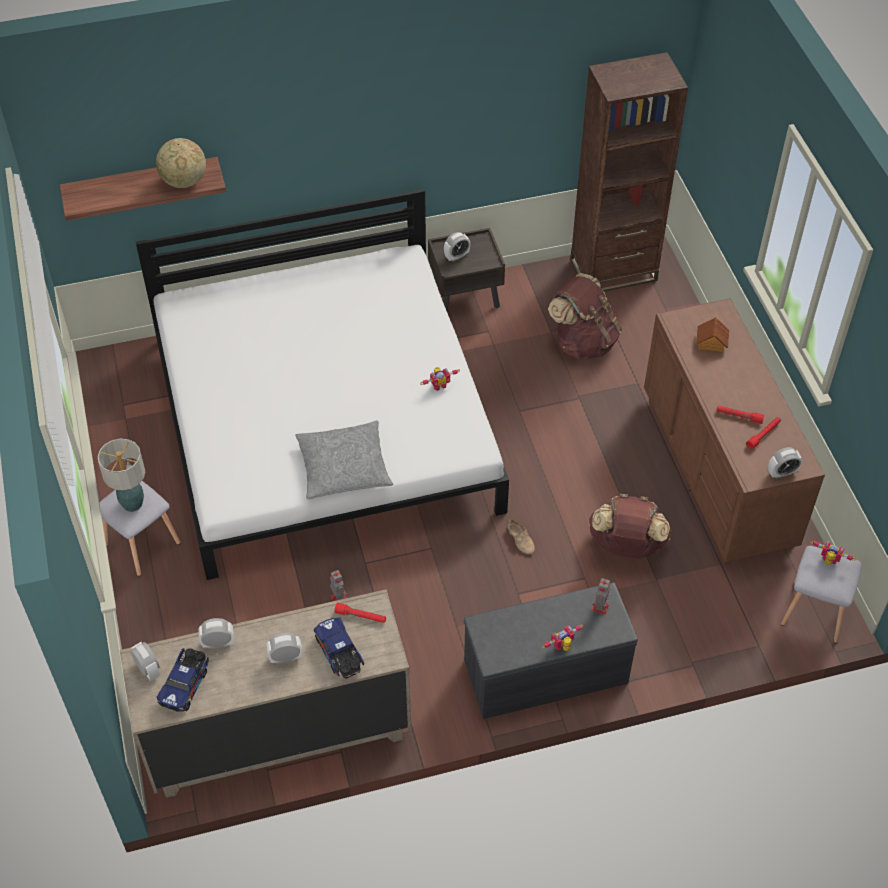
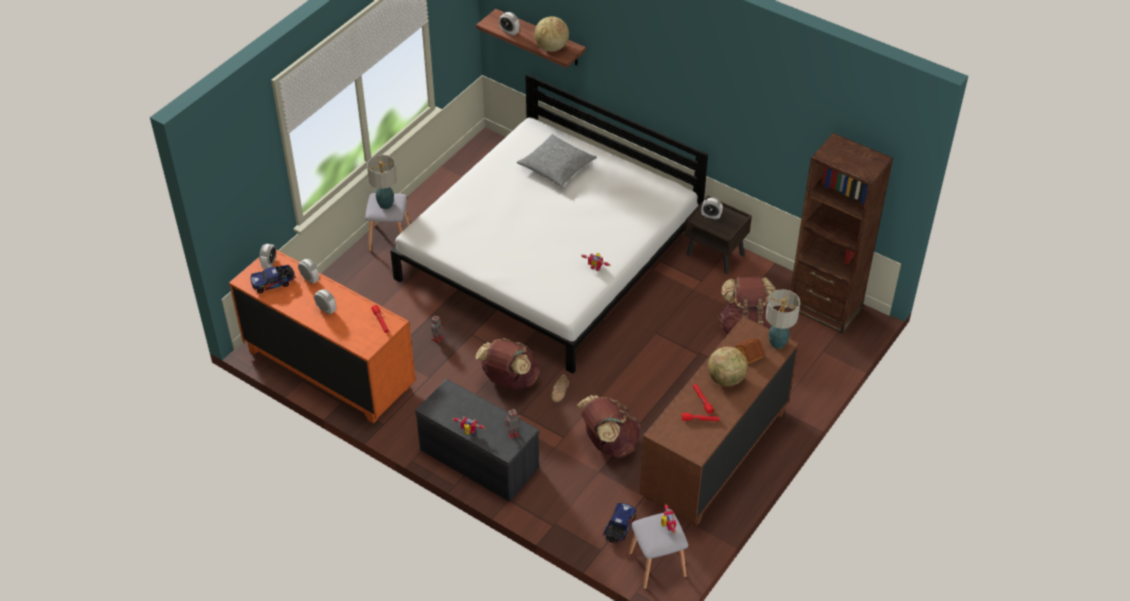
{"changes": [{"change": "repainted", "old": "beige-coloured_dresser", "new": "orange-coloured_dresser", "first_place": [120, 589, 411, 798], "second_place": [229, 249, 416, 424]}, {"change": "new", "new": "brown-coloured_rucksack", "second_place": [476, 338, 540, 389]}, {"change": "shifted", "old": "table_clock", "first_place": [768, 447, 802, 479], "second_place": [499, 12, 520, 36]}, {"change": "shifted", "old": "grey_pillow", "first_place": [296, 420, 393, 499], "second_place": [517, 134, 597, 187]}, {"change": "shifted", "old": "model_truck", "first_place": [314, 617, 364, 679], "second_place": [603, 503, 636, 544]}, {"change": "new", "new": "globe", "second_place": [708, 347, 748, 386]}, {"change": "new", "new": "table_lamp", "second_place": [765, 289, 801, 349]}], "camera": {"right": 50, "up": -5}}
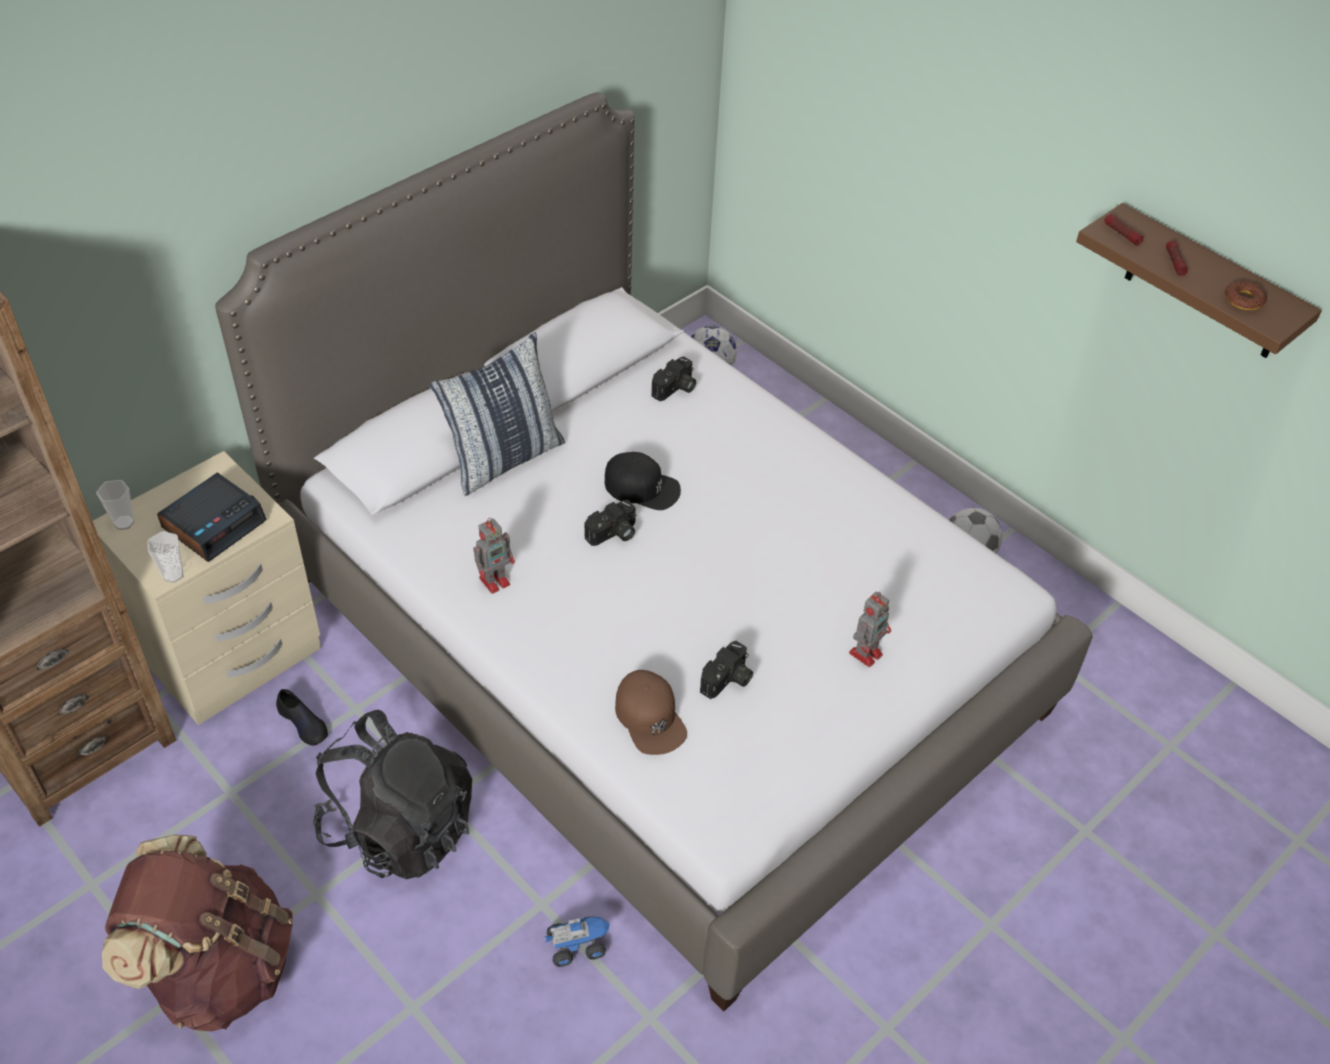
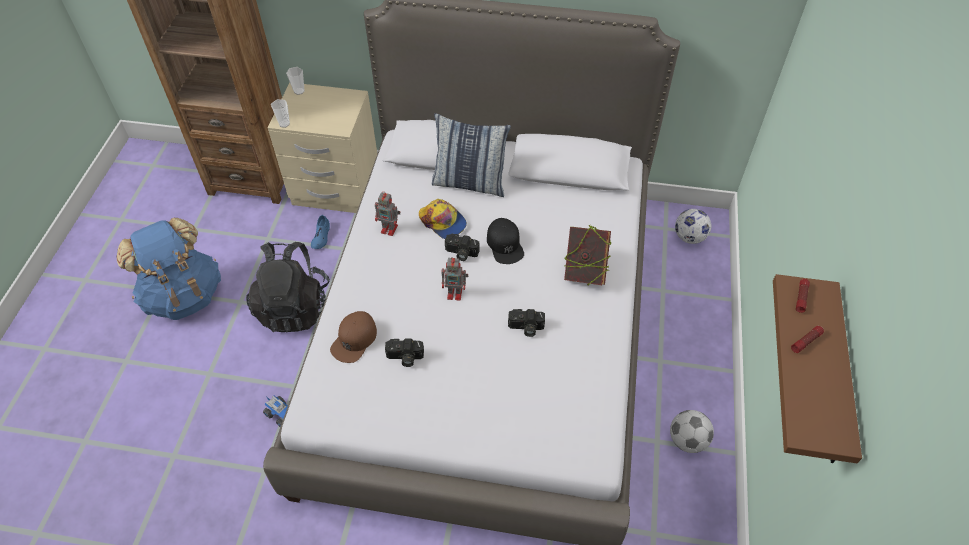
{"changes": [{"change": "repainted", "old": "brown-coloured_rucksack", "new": "blue-coloured_rucksack", "first_place": [102, 834, 293, 1032], "second_place": [117, 218, 221, 320]}, {"change": "repainted", "old": "black_shoe", "new": "blue-coloured_shoe", "first_place": [276, 689, 328, 746], "second_place": [311, 215, 330, 249]}, {"change": "new", "new": "cap", "second_place": [419, 199, 467, 239]}, {"change": "shifted", "old": "toy_robot", "first_place": [849, 592, 891, 667], "second_place": [442, 257, 468, 301]}, {"change": "shifted", "old": "still_camera", "first_place": [651, 356, 696, 401], "second_place": [508, 309, 545, 337]}, {"change": "new", "new": "bound_book", "second_place": [564, 225, 611, 285]}, {"change": "gone", "old": "table_clock", "first_place": [157, 473, 267, 562]}, {"change": "gone", "old": "doughnut", "first_place": [1225, 280, 1267, 310]}], "camera": {"right": 55, "up": 5}}
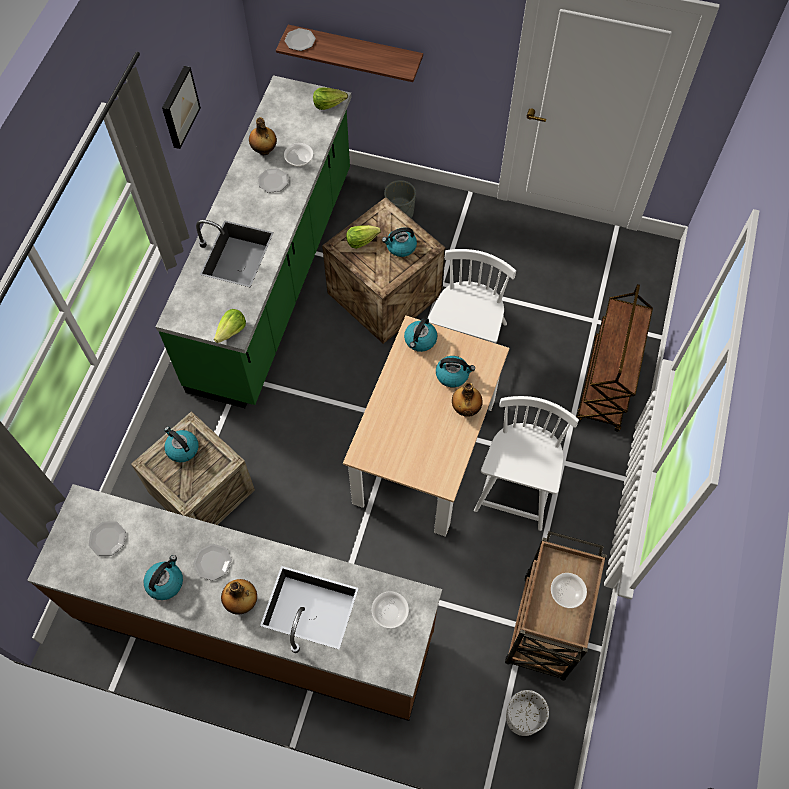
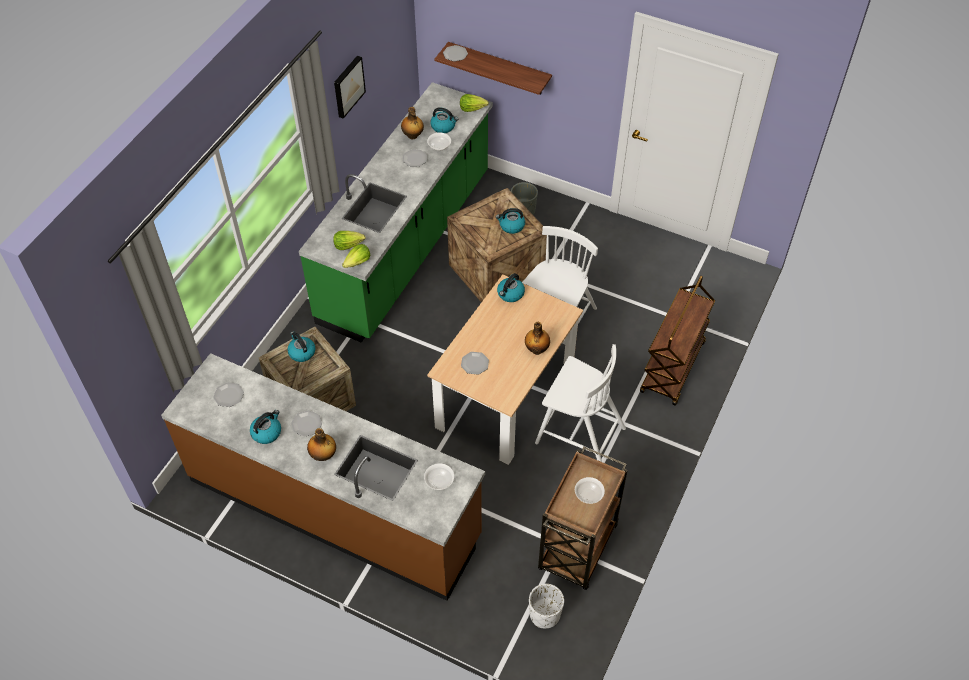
{"changes": [{"change": "shifted", "old": "lettuce", "first_place": [346, 225, 381, 249], "second_place": [333, 231, 366, 250]}, {"change": "shifted", "old": "water_kettle", "first_place": [436, 356, 475, 387], "second_place": [430, 107, 458, 133]}, {"change": "new", "new": "plate", "second_place": [461, 352, 489, 375]}, {"change": "rotated", "old": "white_chair", "first_place": [474, 396, 579, 531], "second_place": [535, 344, 626, 462], "degrees": 90}], "camera": {"right": 10, "up": -10}}
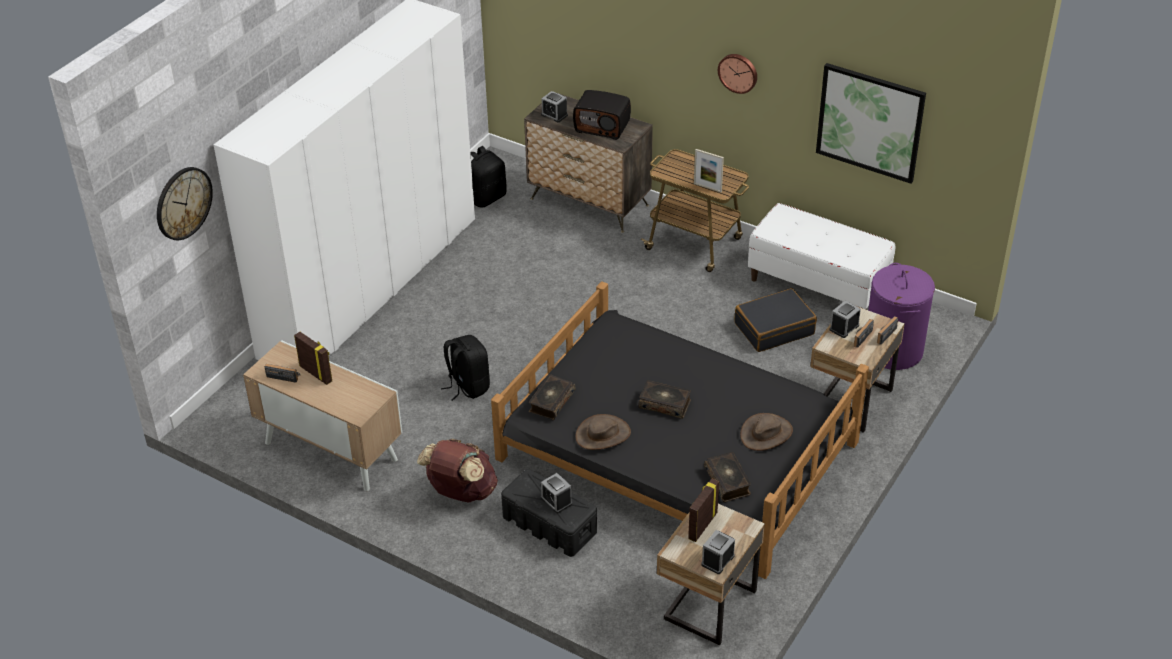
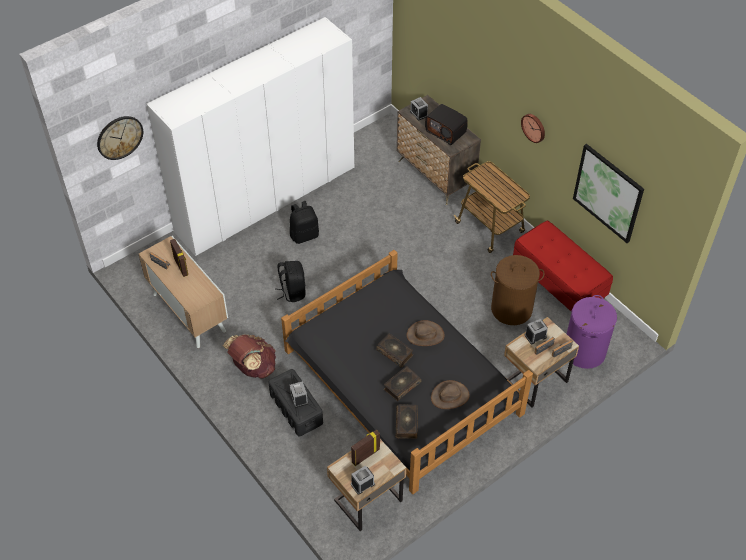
{"changes": [{"change": "shifted", "old": "black_rucksack", "first_place": [470, 146, 507, 208], "second_place": [290, 201, 319, 244]}, {"change": "shifted", "old": "bound_book", "first_place": [529, 374, 576, 420], "second_place": [384, 366, 422, 401]}, {"change": "shifted", "old": "brown-coloured_wearable_hat", "first_place": [575, 414, 631, 450], "second_place": [407, 320, 445, 346]}, {"change": "swapped", "old": "black_travel_case", "new": "brown-coloured_washing_basket", "first_place": [734, 288, 817, 352], "second_place": [491, 255, 544, 325]}, {"change": "repainted", "old": "white_long_seat", "new": "red_long_seat", "first_place": [748, 203, 895, 310], "second_place": [513, 220, 613, 312]}, {"change": "gone", "old": "standing_frame", "first_place": [694, 149, 724, 192]}], "camera": {"right": 20, "up": 10}}
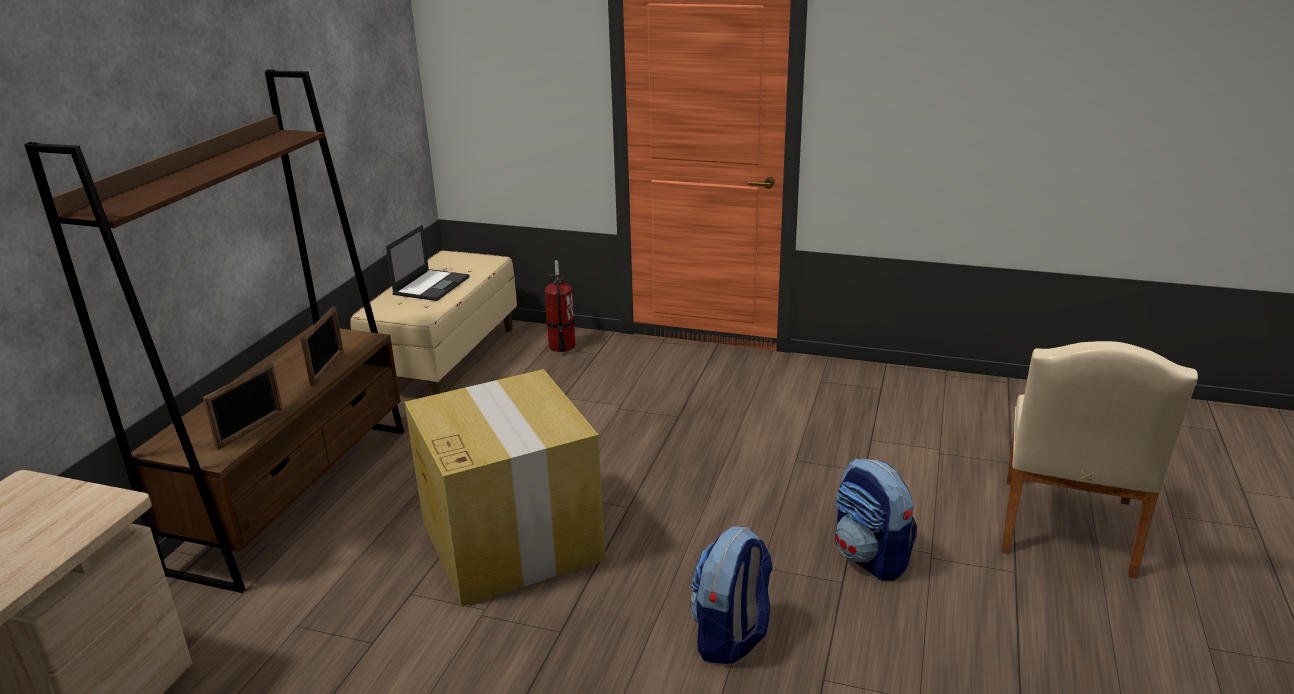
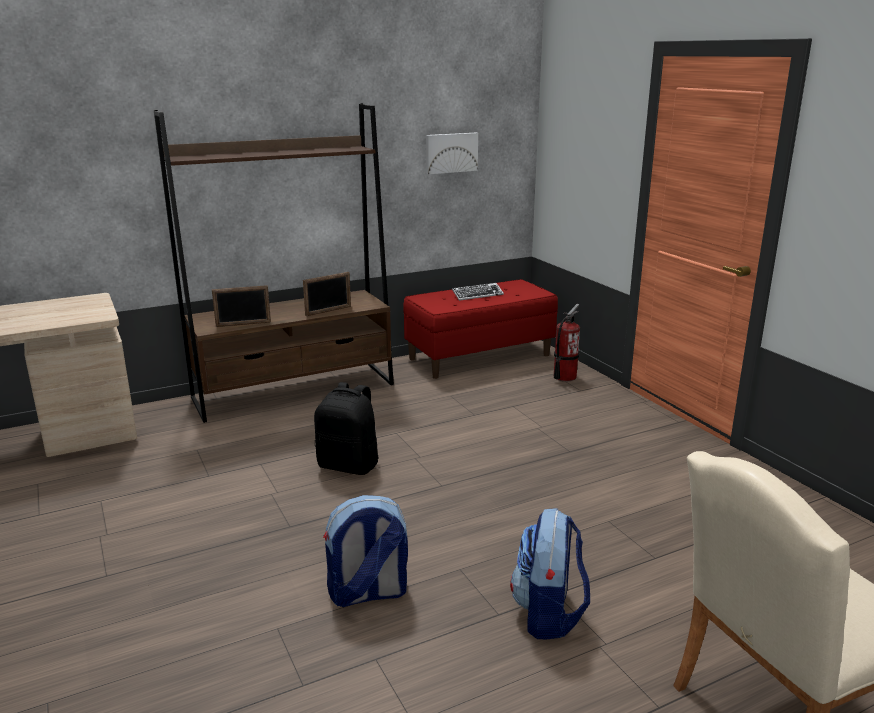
{"changes": [{"change": "swapped", "old": "cardboard_box", "new": "black_rucksack", "first_place": [404, 369, 605, 607], "second_place": [314, 382, 378, 475]}, {"change": "repainted", "old": "beige-coloured_long_seat", "new": "red_long_seat", "first_place": [351, 251, 517, 395], "second_place": [404, 279, 558, 379]}, {"change": "new", "new": "picture", "second_place": [426, 133, 478, 174]}, {"change": "swapped", "old": "notebook_computer", "new": "computer_keyboard", "first_place": [386, 225, 470, 301], "second_place": [452, 283, 504, 301]}], "camera": {"right": 45, "up": -5}}
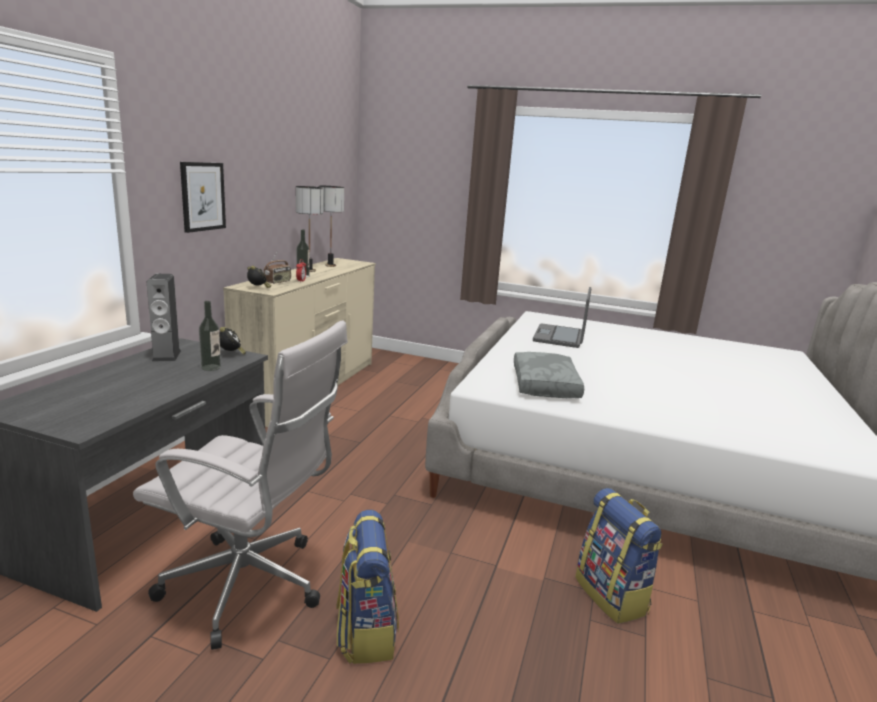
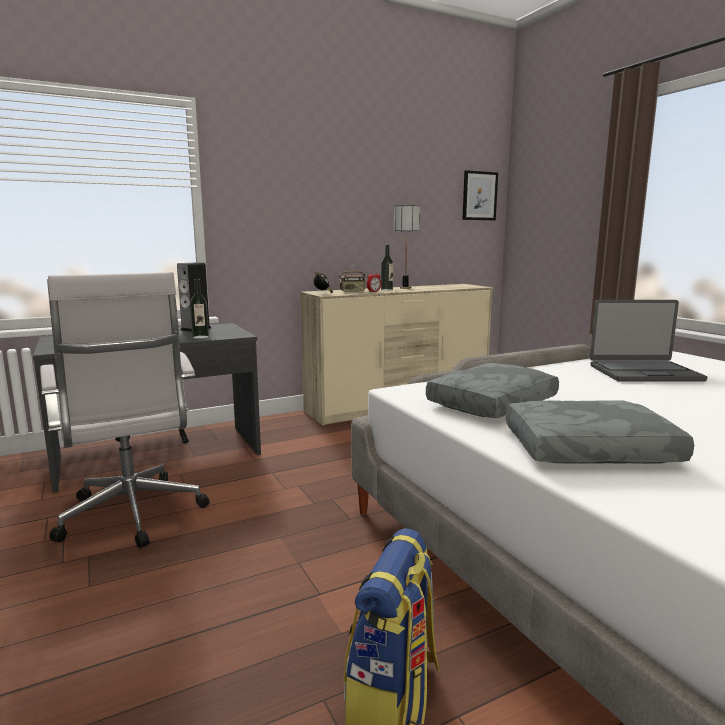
{"changes": [{"change": "shifted", "old": "picture", "first_place": [180, 162, 226, 233], "second_place": [462, 170, 498, 220]}, {"change": "new", "new": "grey_pillow", "second_place": [506, 400, 694, 464]}, {"change": "rotated", "old": "notebook_computer", "first_place": [533, 287, 591, 348], "second_place": [590, 300, 707, 382], "degrees": -150}, {"change": "gone", "old": "table_clock", "first_place": [219, 327, 246, 355]}, {"change": "gone", "old": "table_lamp", "first_place": [319, 186, 344, 267]}, {"change": "gone", "old": "rucksack", "first_place": [337, 510, 399, 664]}], "camera": {"right": 45, "up": -5}}
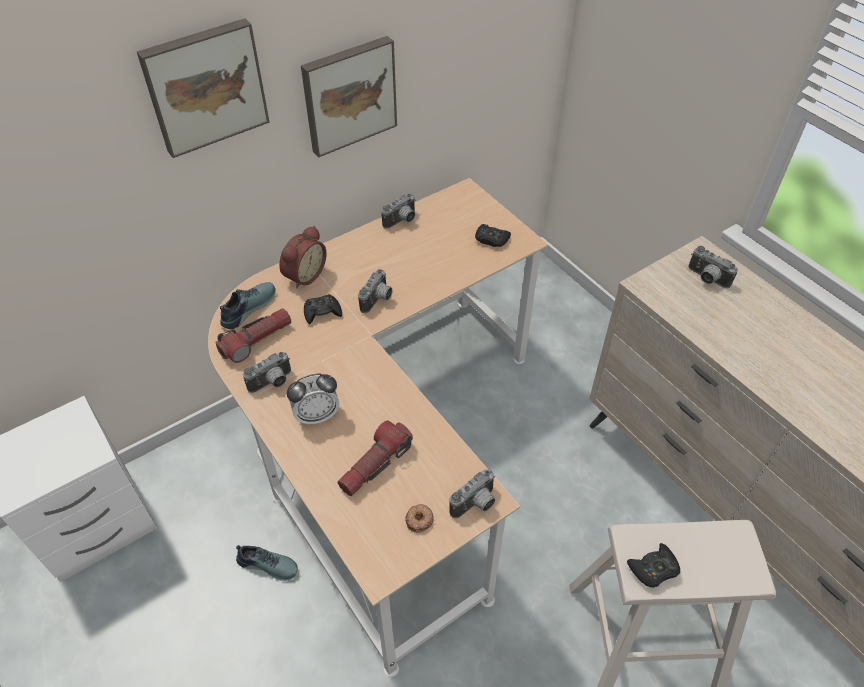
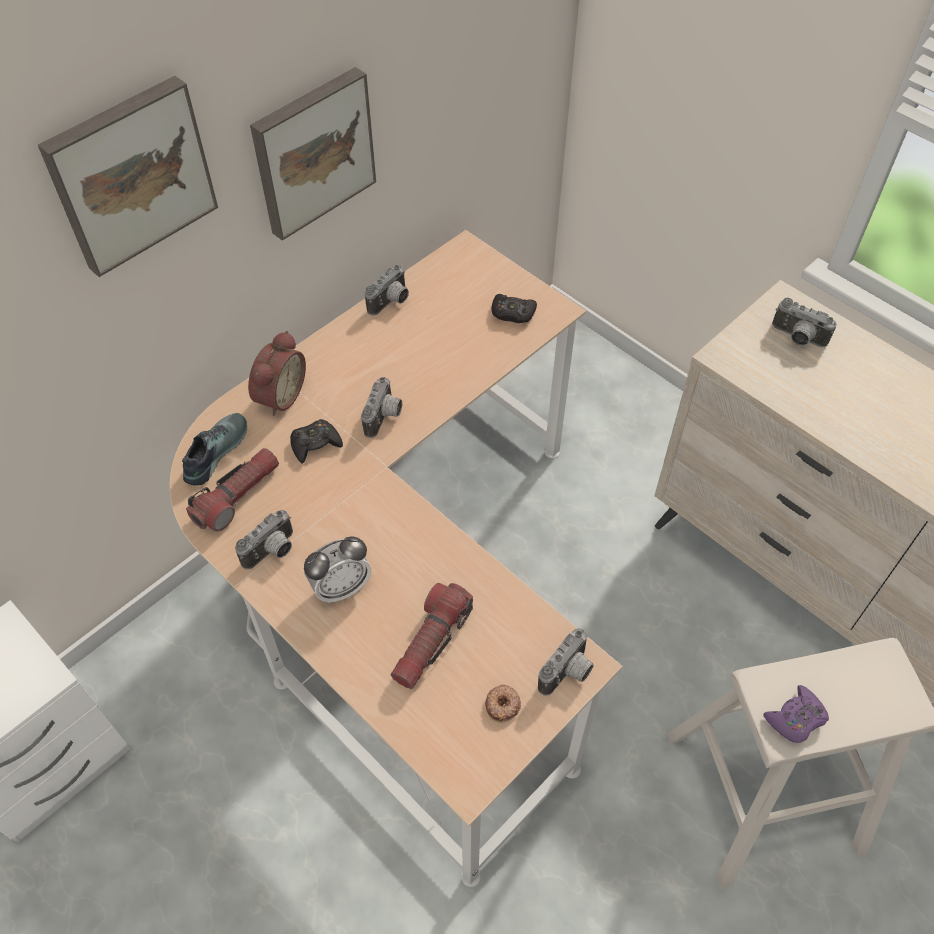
{"changes": [{"change": "repainted", "old": "black_game_controller", "new": "purple_game_controller", "first_place": [627, 543, 680, 587], "second_place": [763, 685, 829, 743]}, {"change": "gone", "old": "shoe", "first_place": [236, 545, 298, 581]}], "camera": {"right": -10, "up": 5}}
